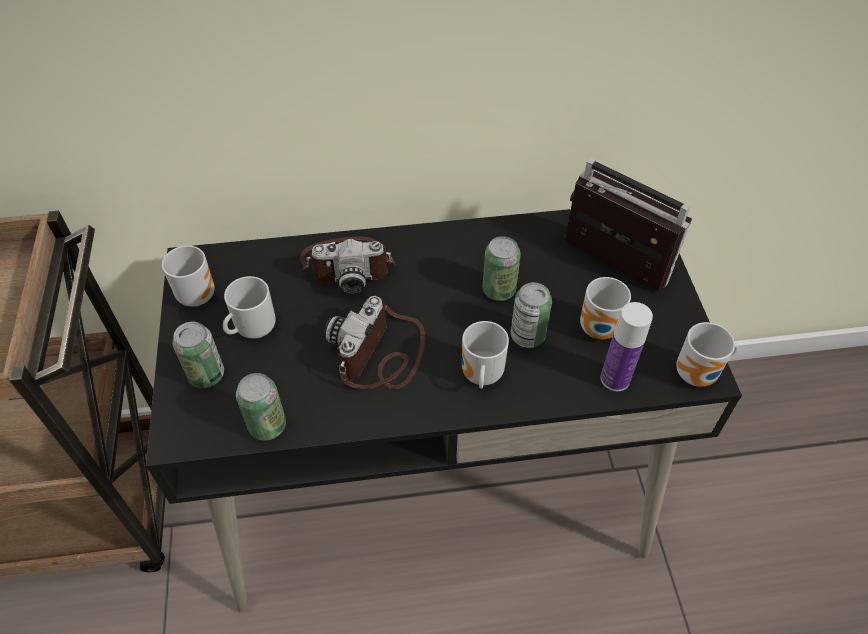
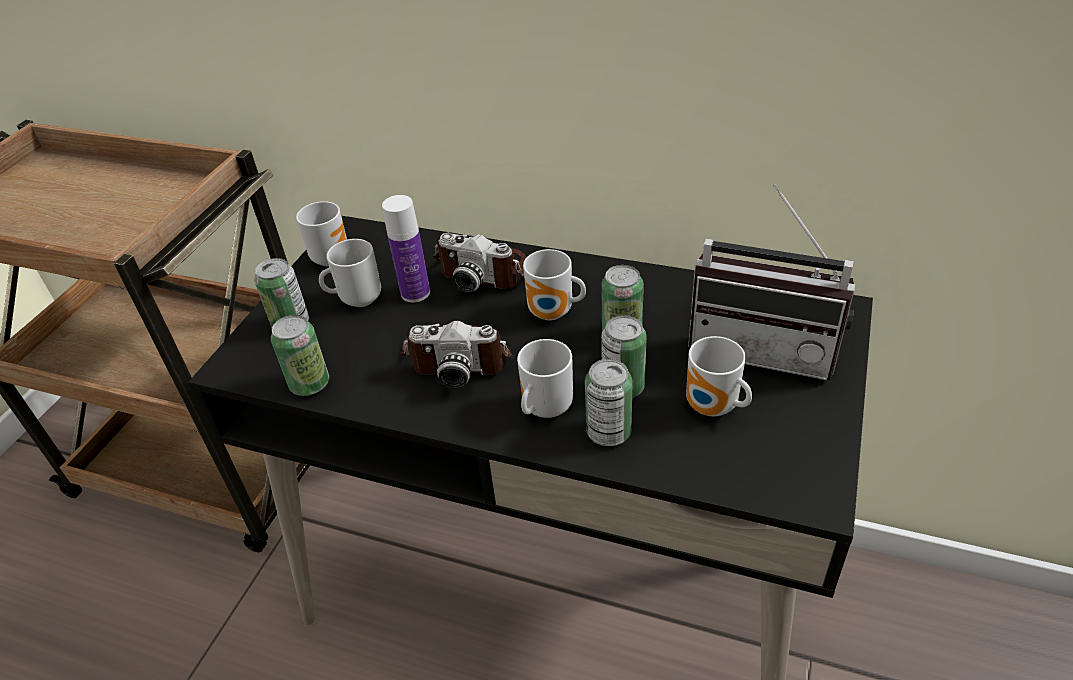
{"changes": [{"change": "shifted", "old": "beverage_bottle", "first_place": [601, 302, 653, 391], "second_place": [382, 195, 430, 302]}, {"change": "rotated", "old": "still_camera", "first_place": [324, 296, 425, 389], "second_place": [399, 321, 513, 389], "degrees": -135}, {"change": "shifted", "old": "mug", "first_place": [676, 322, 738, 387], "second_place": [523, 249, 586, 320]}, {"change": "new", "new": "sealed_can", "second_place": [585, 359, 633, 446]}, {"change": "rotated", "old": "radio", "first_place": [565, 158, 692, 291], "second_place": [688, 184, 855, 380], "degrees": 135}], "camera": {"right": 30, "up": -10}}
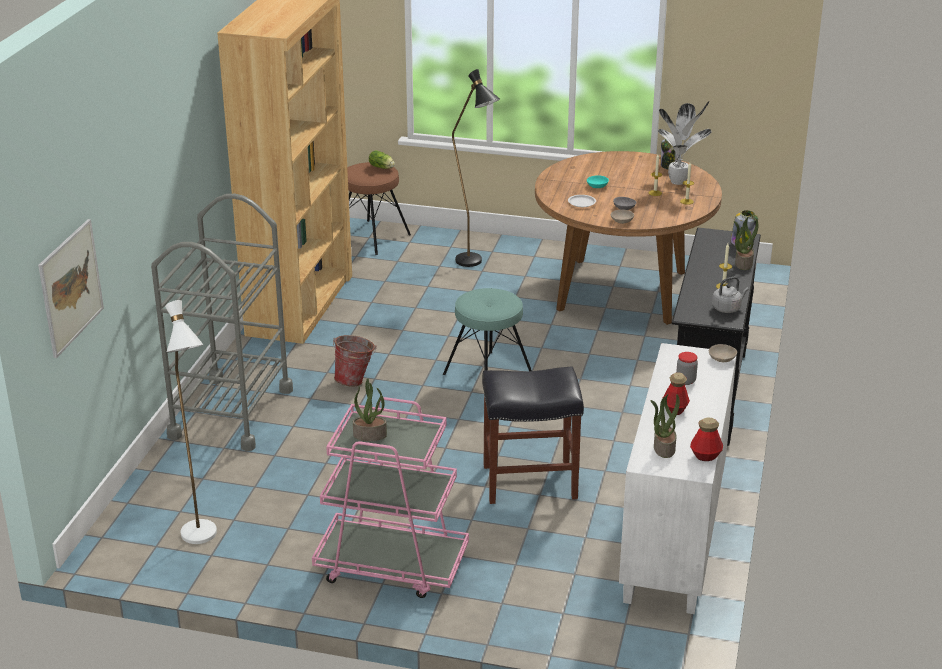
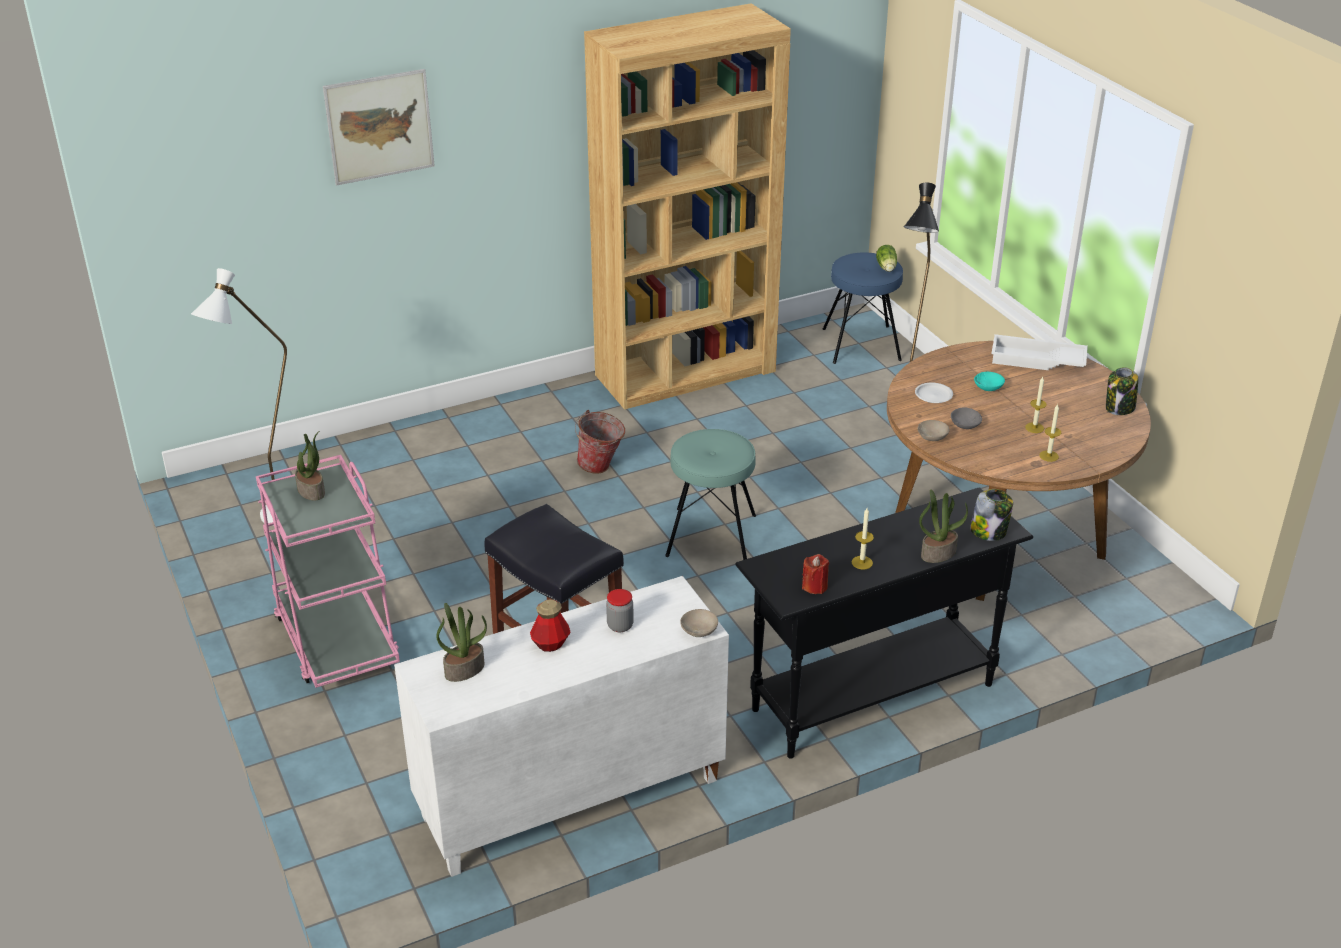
{"changes": [{"change": "shifted", "old": "picture", "first_place": [38, 219, 104, 358], "second_place": [323, 69, 435, 185]}, {"change": "swapped", "old": "grey_water_kettle", "new": "red_candle", "first_place": [712, 277, 749, 313], "second_place": [802, 554, 829, 594]}, {"change": "repainted", "old": "brown-coloured_stool", "new": "blue-coloured_stool", "first_place": [347, 162, 411, 255], "second_place": [822, 252, 903, 364]}, {"change": "new", "new": "white_tray", "second_place": [991, 334, 1088, 370]}, {"change": "gone", "old": "grey_cart", "first_place": [151, 194, 293, 451]}, {"change": "gone", "old": "plant_in_a_pot", "first_place": [658, 101, 712, 185]}, {"change": "gone", "old": "beverage_bottle", "first_place": [690, 418, 723, 461]}], "camera": {"right": 50, "up": 5}}
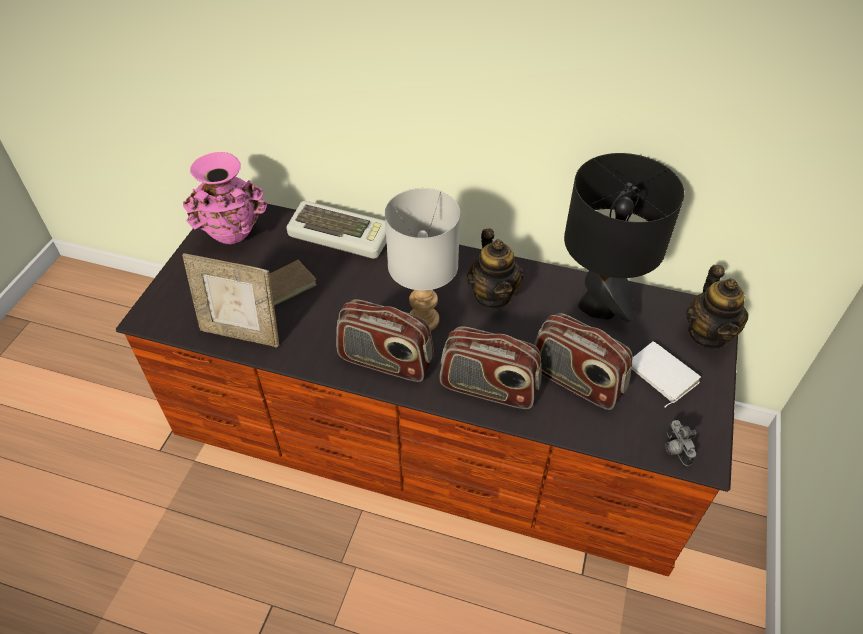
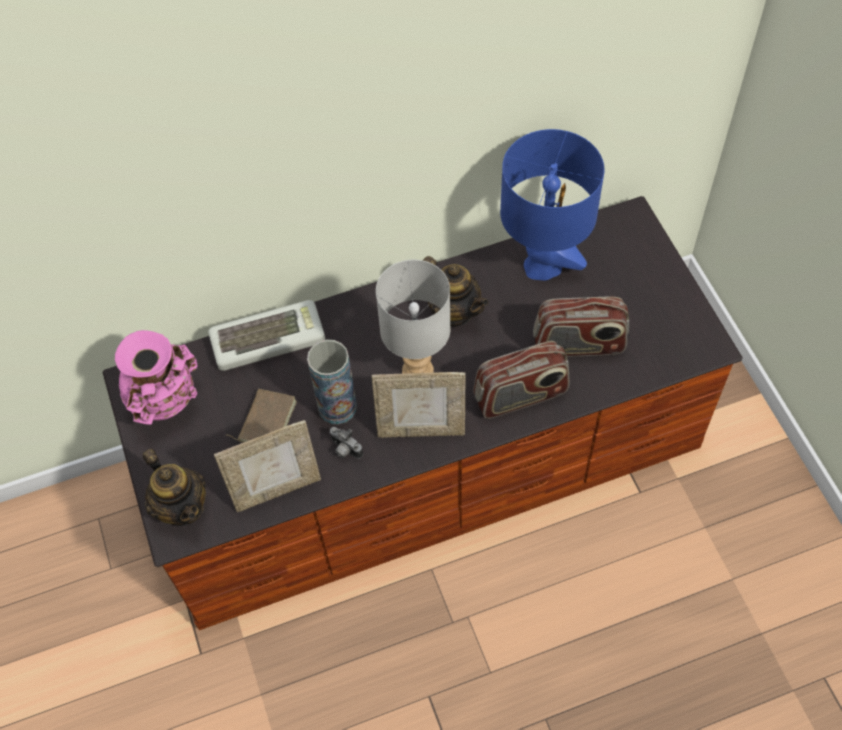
{"changes": [{"change": "shifted", "old": "tea_pot", "first_place": [686, 265, 748, 349], "second_place": [143, 449, 206, 526]}, {"change": "new", "new": "flower_vase", "second_place": [307, 340, 357, 424]}, {"change": "shifted", "old": "still_camera", "first_place": [665, 420, 696, 466], "second_place": [329, 427, 363, 459]}, {"change": "swapped", "old": "radio", "new": "standing_frame", "first_place": [336, 299, 434, 382], "second_place": [372, 372, 466, 438]}, {"change": "repainted", "old": "black_table_lamp", "new": "blue-coloured_table_lamp", "first_place": [564, 153, 684, 322], "second_place": [500, 129, 604, 280]}, {"change": "gone", "old": "white_bound_book", "first_place": [632, 341, 701, 407]}], "camera": {"right": -35, "up": 10}}
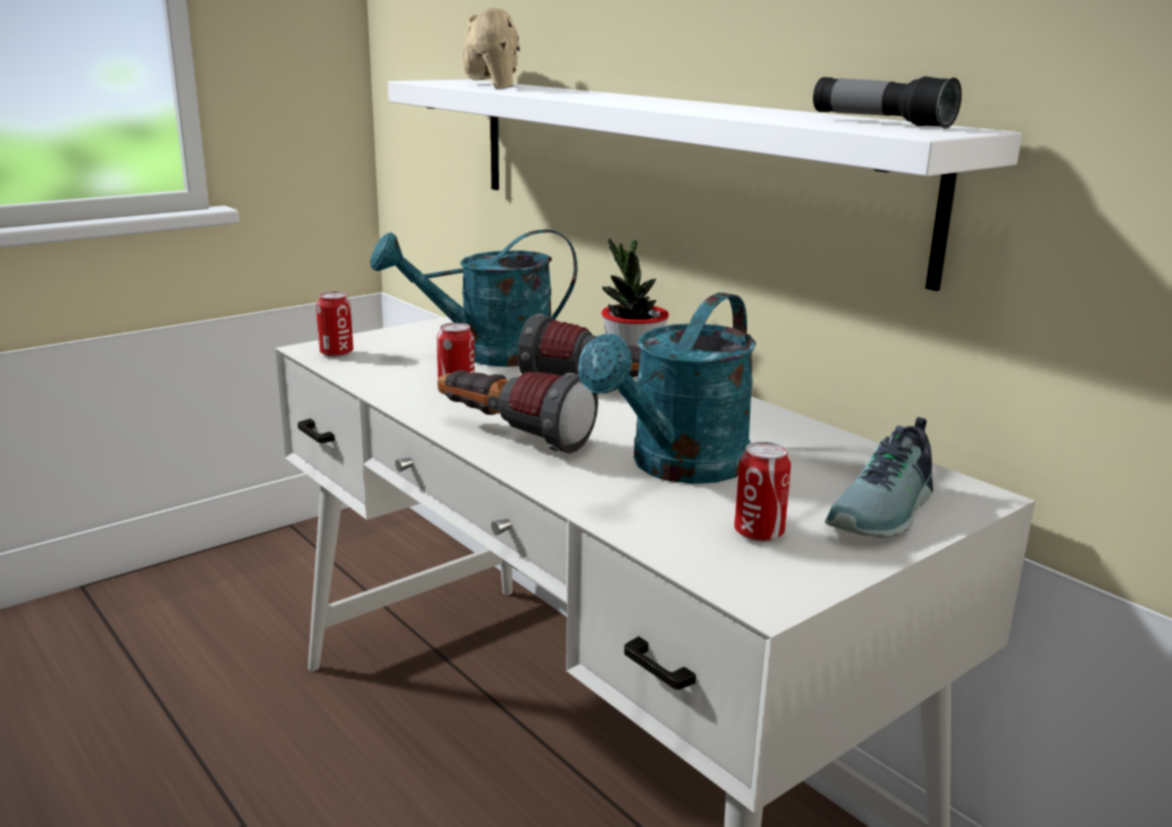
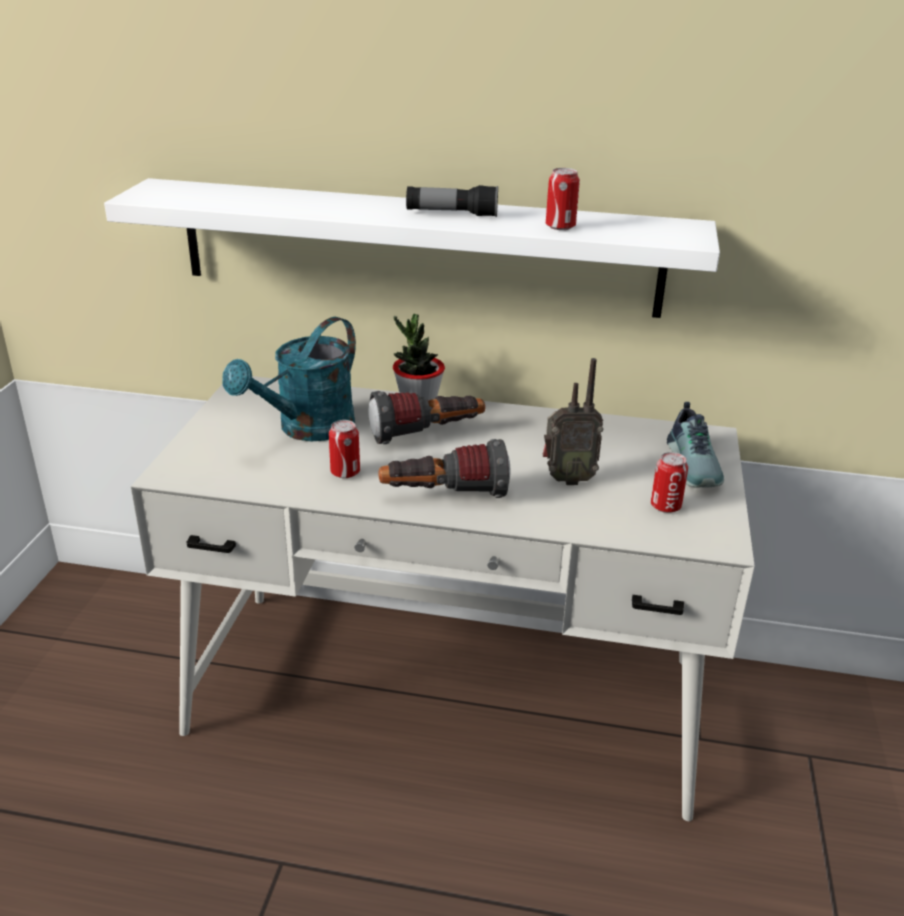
{"changes": [{"change": "shifted", "old": "flashlight", "first_place": [813, 76, 962, 129], "second_place": [406, 185, 498, 217]}, {"change": "swapped", "old": "blue-green_sprinkling_can", "new": "radio", "first_place": [578, 292, 756, 484], "second_place": [543, 358, 603, 485]}, {"change": "shifted", "old": "sealed_can", "first_place": [316, 291, 353, 357], "second_place": [546, 168, 580, 230]}, {"change": "gone", "old": "beige-coloured_shoe", "first_place": [462, 8, 520, 89]}], "camera": {"right": -40, "up": 10}}
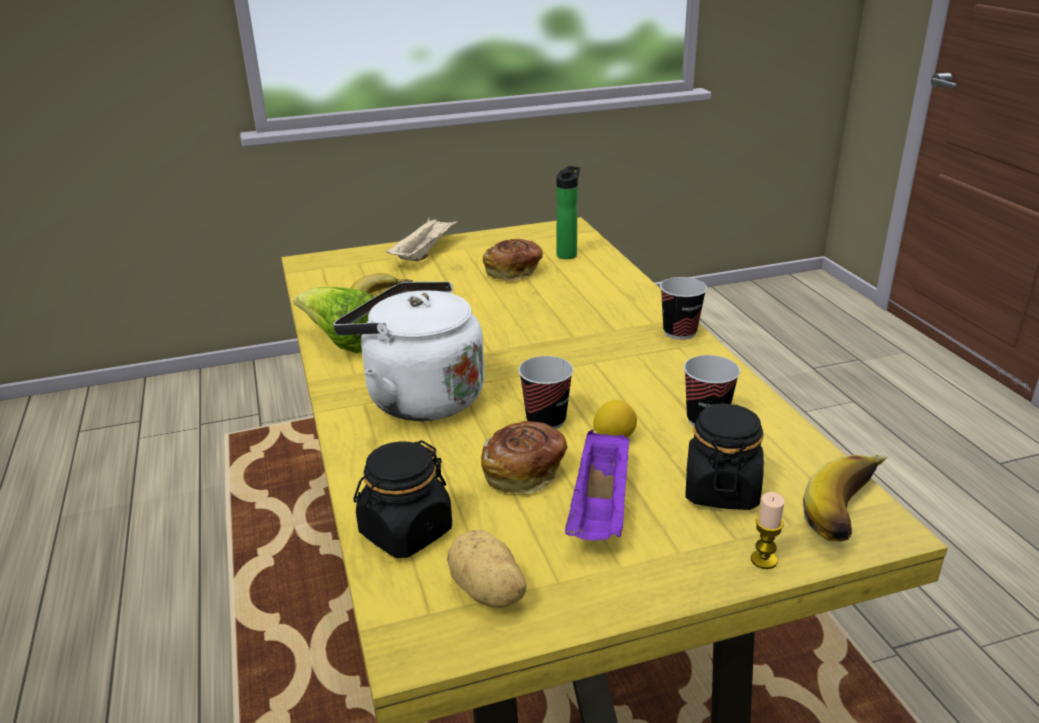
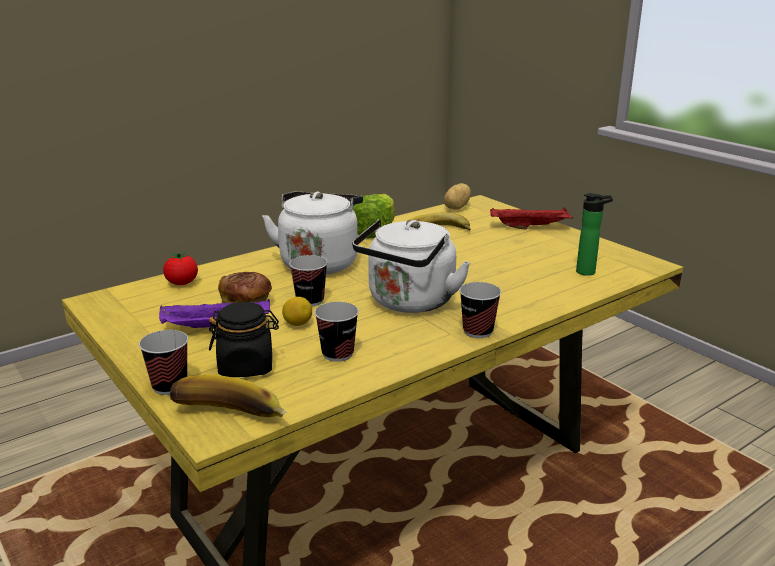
{"changes": [{"change": "swapped", "old": "candle", "new": "cup", "first_place": [751, 492, 784, 569], "second_place": [139, 330, 188, 395]}, {"change": "swapped", "old": "black_preserve_jar", "new": "fresh_tomato", "first_place": [353, 440, 452, 558], "second_place": [163, 251, 198, 285]}, {"change": "new", "new": "white_water_kettle", "second_place": [352, 219, 470, 313]}, {"change": "shifted", "old": "spud", "first_place": [447, 530, 526, 608], "second_place": [444, 183, 471, 210]}, {"change": "repainted", "old": "beige-coloured_tray", "new": "red_tray", "first_place": [386, 217, 458, 261], "second_place": [490, 207, 573, 230]}, {"change": "gone", "old": "bakery_bread", "first_place": [483, 239, 543, 281]}], "camera": {"right": 70, "up": -5}}
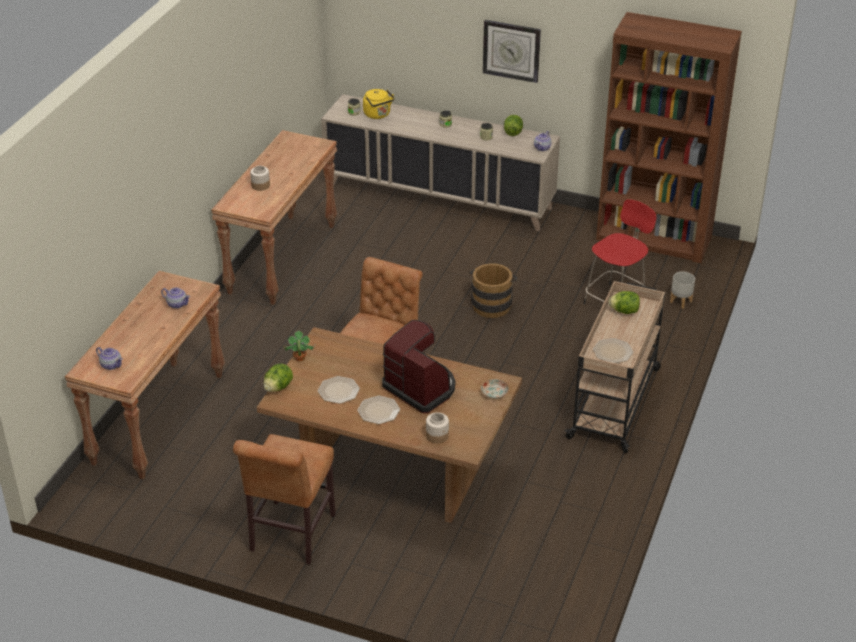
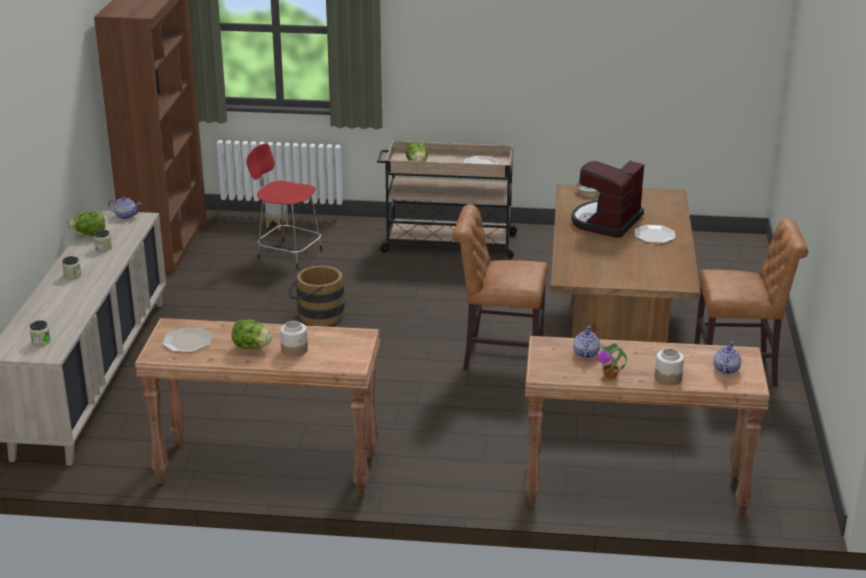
{"changes": [{"change": "shifted", "old": "plate", "first_place": [318, 376, 360, 404], "second_place": [162, 328, 212, 352]}, {"change": "shifted", "old": "lettuce", "first_place": [263, 363, 293, 392], "second_place": [231, 319, 272, 349]}, {"change": "shifted", "old": "plant_in_a_pot", "first_place": [283, 331, 315, 362], "second_place": [597, 343, 627, 379]}, {"change": "shifted", "old": "preserve_jar", "first_place": [426, 412, 449, 443], "second_place": [655, 348, 684, 385]}, {"change": "gone", "old": "yellowish_water_kettle", "first_place": [363, 89, 395, 119]}, {"change": "gone", "old": "clock_on_the_wall", "first_place": [483, 20, 541, 83]}], "camera": {"right": -105, "up": -10}}
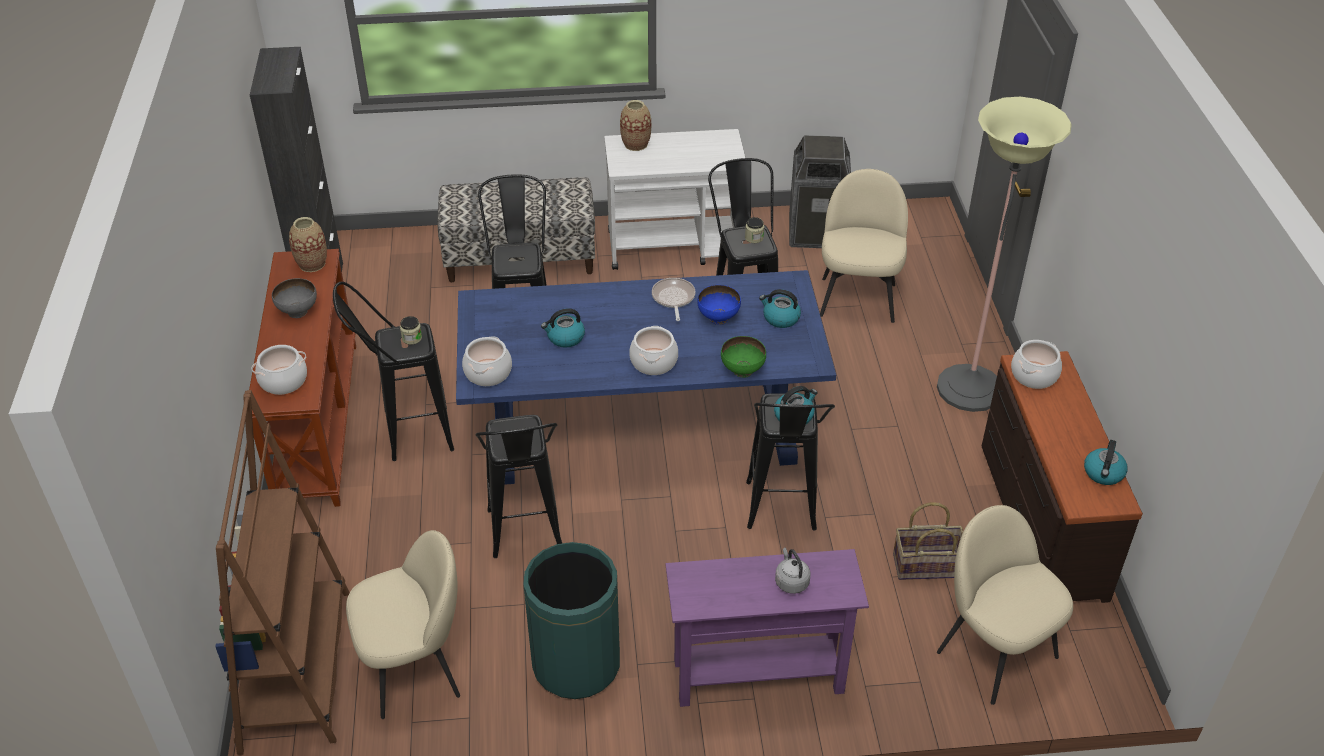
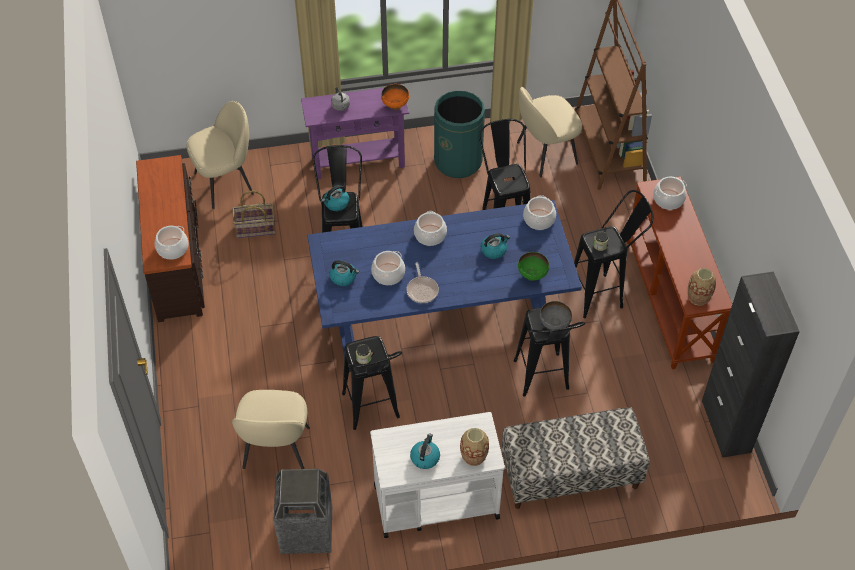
{"changes": [{"change": "rotated", "old": "beige-coloured_chair", "first_place": [937, 505, 1073, 705], "second_place": [187, 101, 254, 209], "degrees": -75}, {"change": "swapped", "old": "blue-coloured_deep_dish", "new": "cooking_pot", "first_place": [697, 285, 741, 325], "second_place": [371, 251, 405, 285]}, {"change": "new", "new": "orange-coloured_deep_dish", "second_place": [381, 84, 409, 110]}, {"change": "shifted", "old": "water_kettle", "first_place": [1084, 440, 1128, 485], "second_place": [410, 433, 440, 469]}, {"change": "shifted", "old": "green-coloured_deep_dish", "first_place": [721, 336, 766, 378], "second_place": [518, 252, 549, 281]}, {"change": "shifted", "old": "grey_deep_dish", "first_place": [272, 278, 317, 318], "second_place": [540, 301, 572, 330]}, {"change": "gone", "old": "standard_lamp", "first_place": [937, 97, 1072, 412]}], "camera": {"right": 175, "up": 10}}
